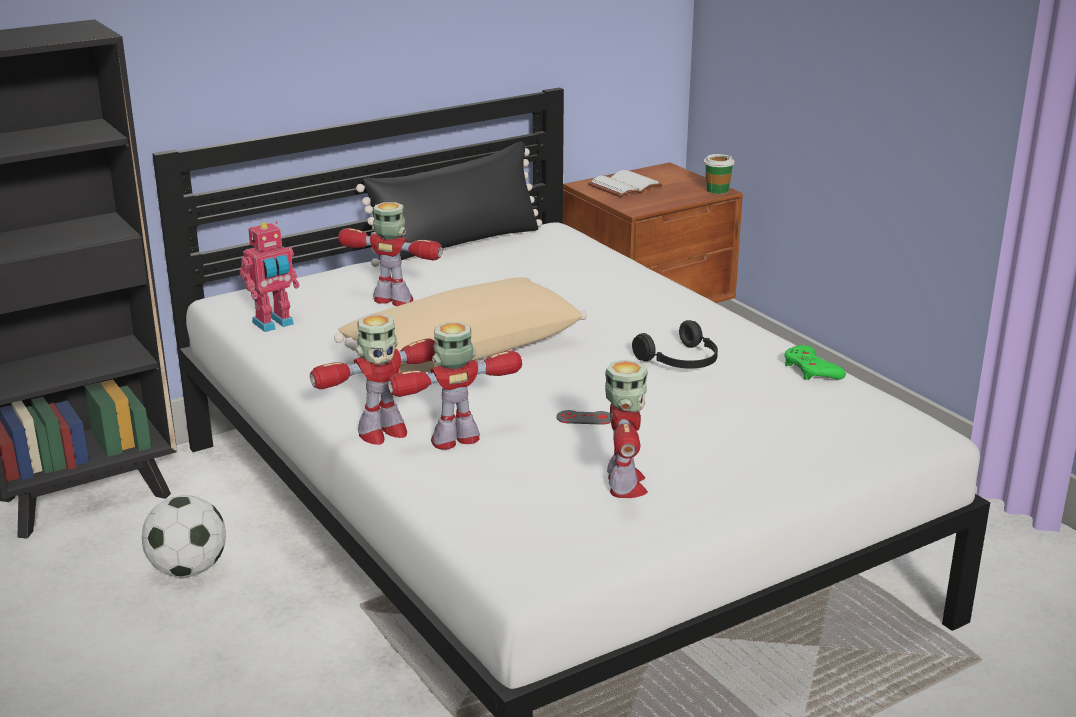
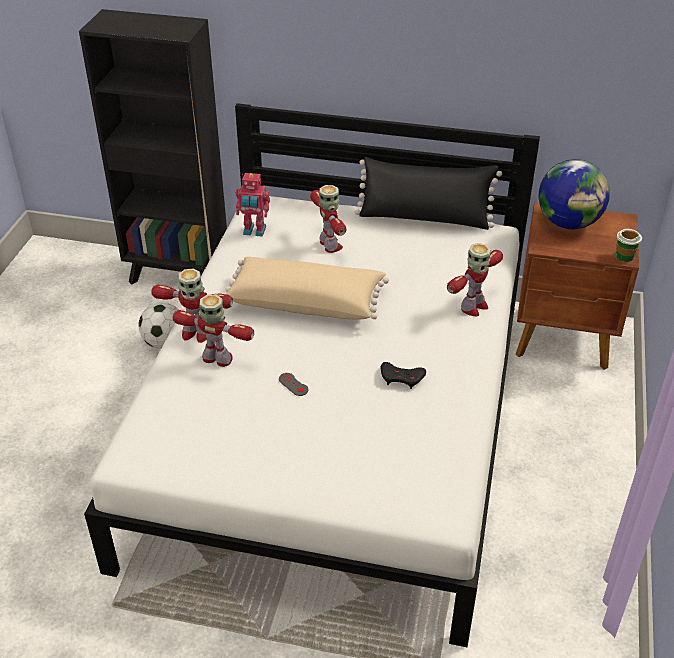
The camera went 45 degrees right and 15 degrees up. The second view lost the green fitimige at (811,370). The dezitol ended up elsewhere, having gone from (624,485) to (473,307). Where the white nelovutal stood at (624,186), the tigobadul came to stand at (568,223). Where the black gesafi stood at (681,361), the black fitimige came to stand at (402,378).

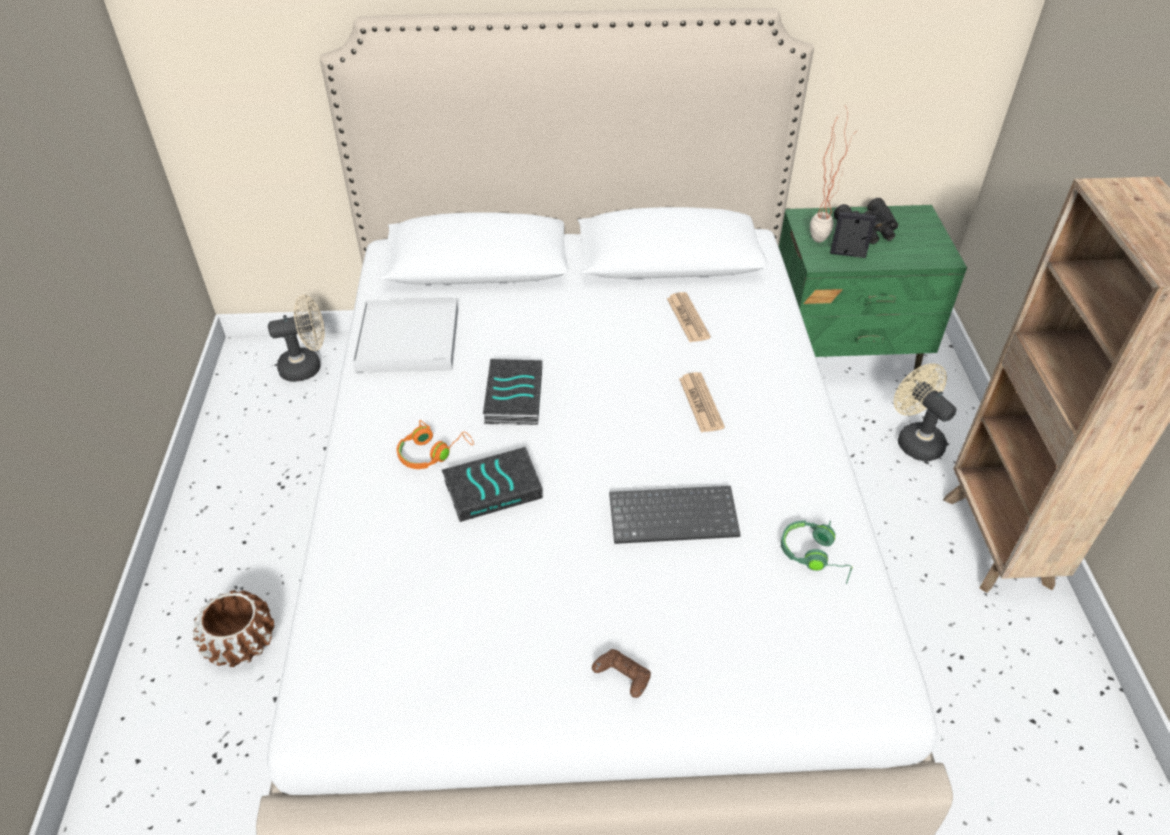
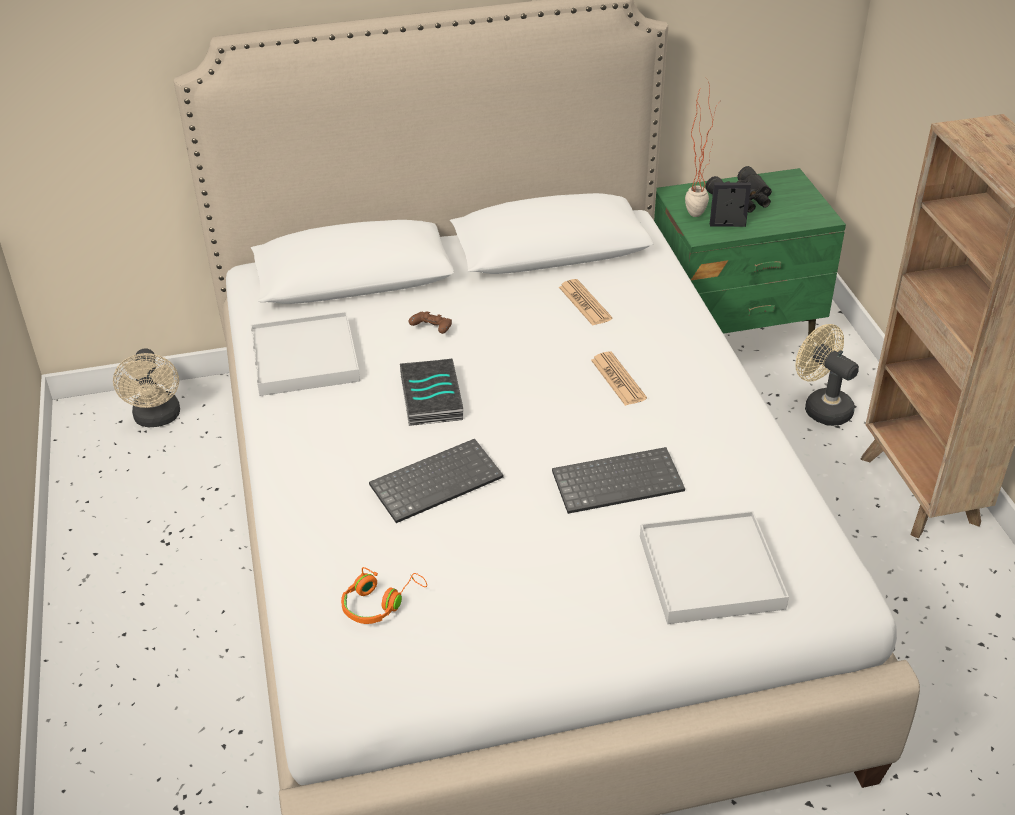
The camera went 10 degrees left and 5 degrees down. The second view lost the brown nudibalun at (241,642). The second view lost the green gesafi at (815,556). The second view gained the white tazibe at (710,572). The orange gesafi ended up elsewhere, having gone from (432,453) to (380,602). The brown fitimige ended up elsewhere, having gone from (622,678) to (432,330). Where the nelovutal stood at (493,487), the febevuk came to stand at (437,481). The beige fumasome at (307,366) ended up facing another way, 105 degrees clockwise from before.

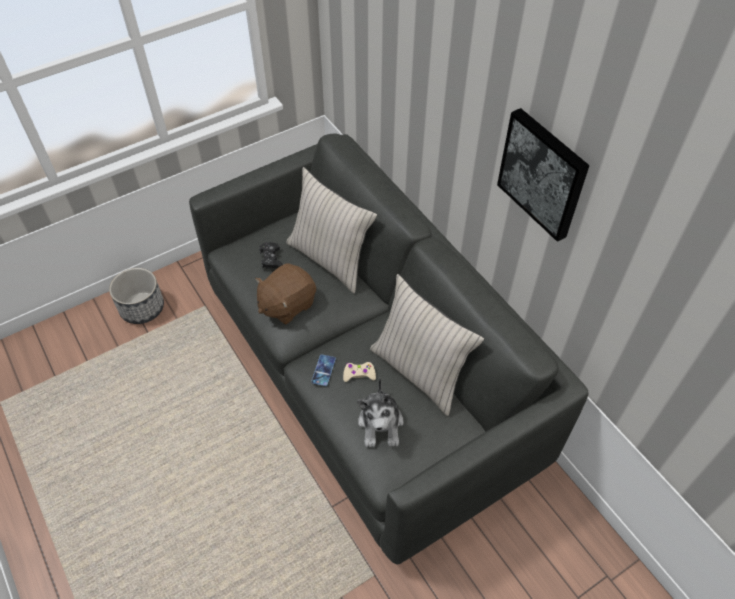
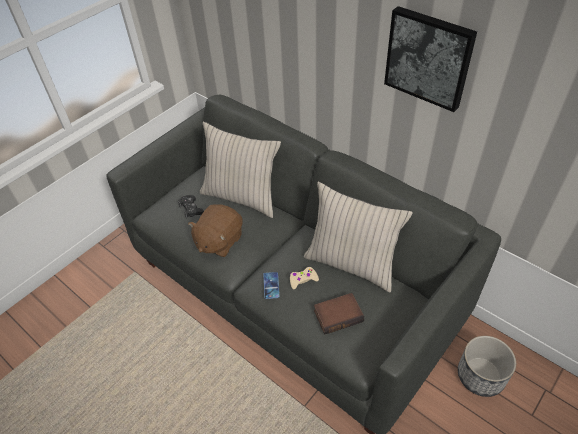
The camera went 15 degrees left and 5 degrees down. The nudibalun ended up elsewhere, having gone from (142,307) to (480,375). Where the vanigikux stood at (381,424), the nelovutal came to stand at (338,315).

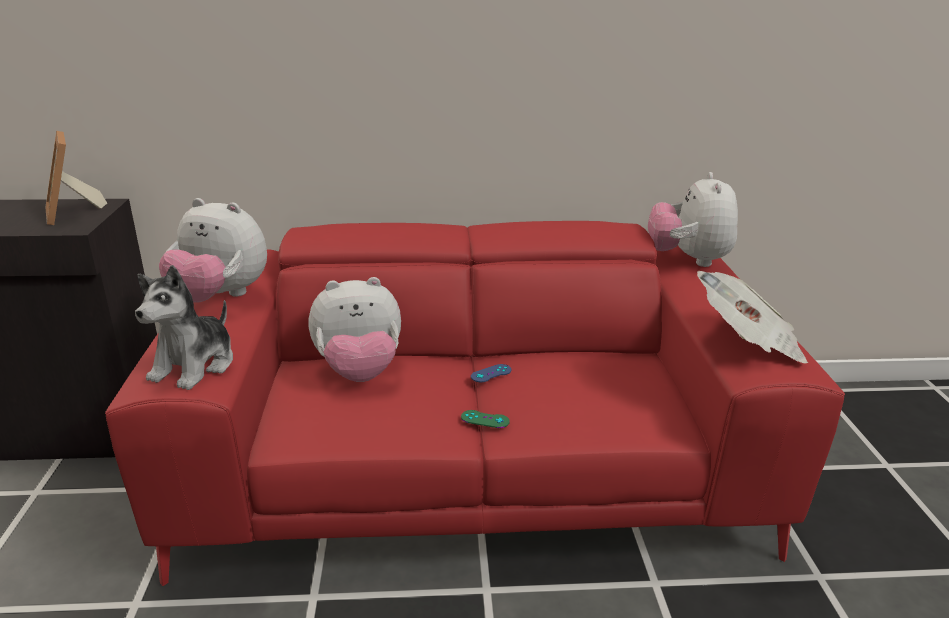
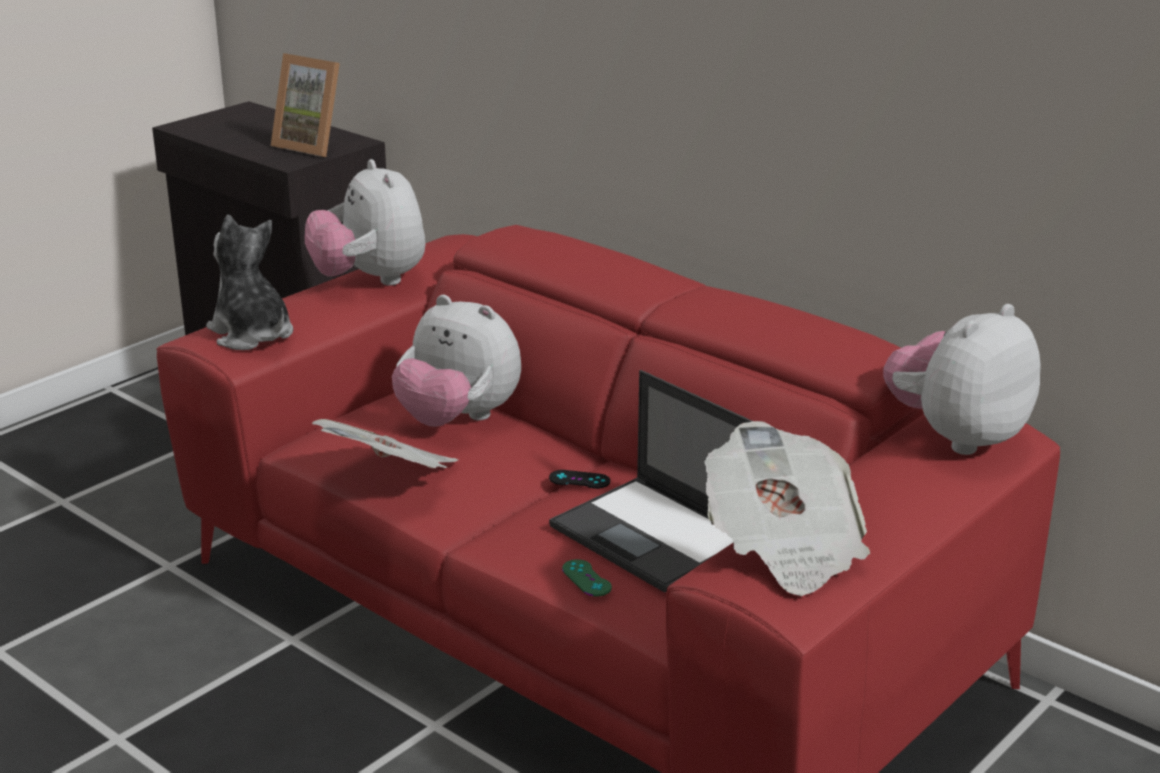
The camera went 45 degrees right and 0 degrees up. The second view gained the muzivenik at (390,478). The second view gained the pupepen at (655,535). The green fitimige ended up elsewhere, having gone from (485,419) to (586,578). What was the blue fitimige at (491,373) turned into the black fitimige at (579,480). The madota at (73,213) ended up facing another way, 75 degrees counterclockwise from before. The vanigikux at (195,366) ended up facing another way, 75 degrees clockwise from before.

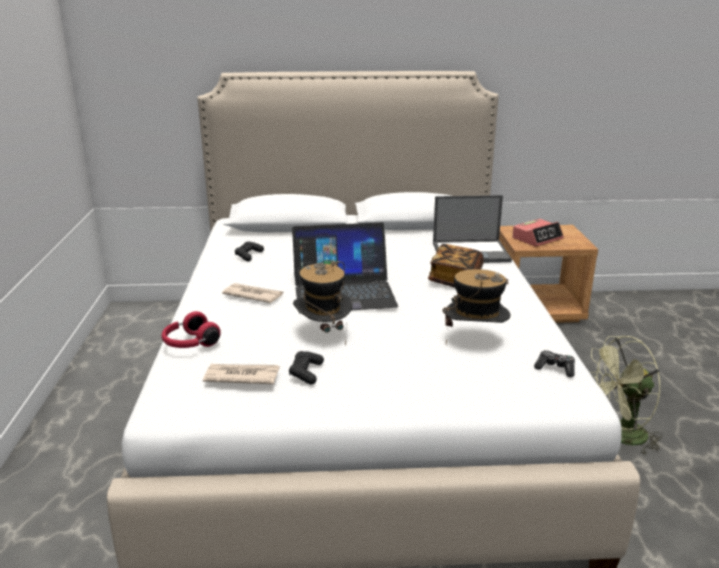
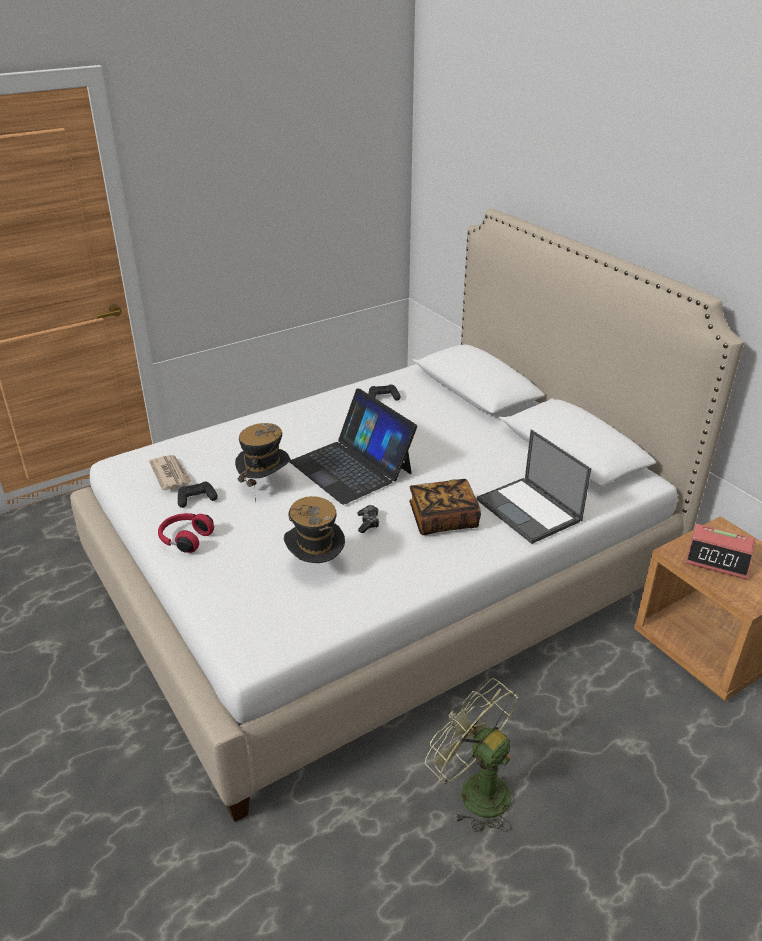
The camera went 60 degrees right and 10 degrees up. The second view lost the muzivenik at (253,295). The red gesafi ended up elsewhere, having gone from (190,343) to (185,539). The fitimige ended up elsewhere, having gone from (555,368) to (368,523).

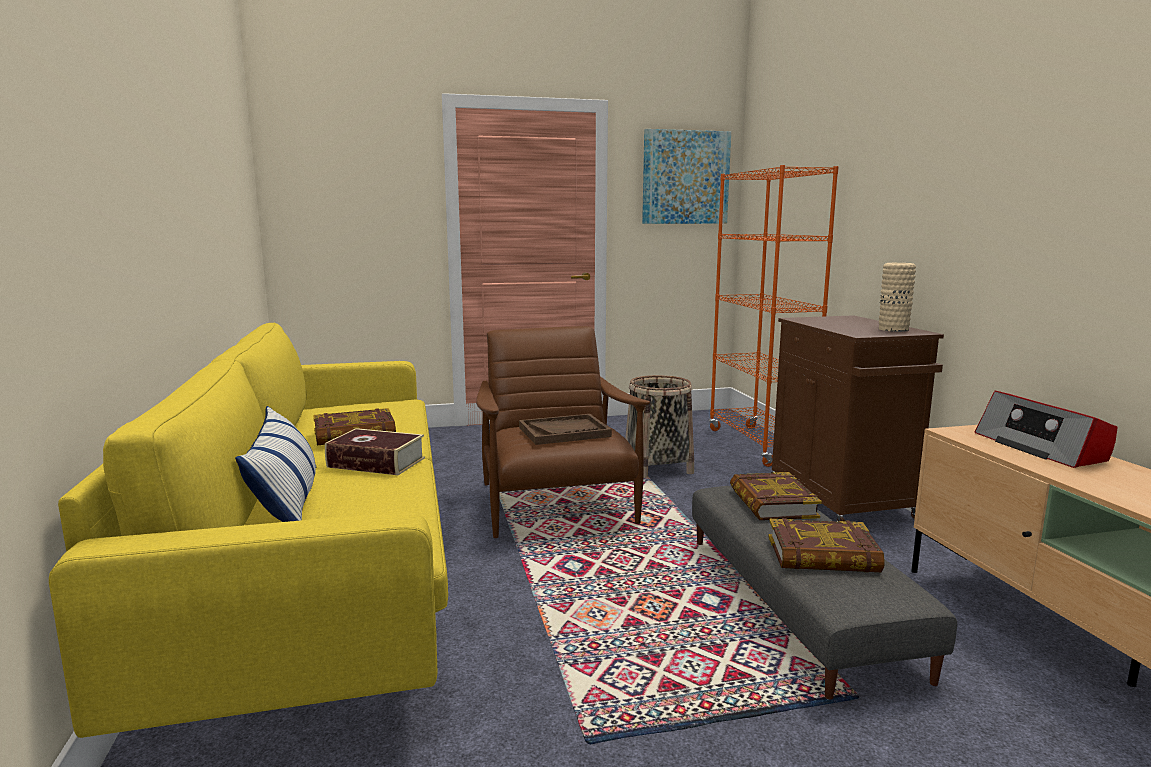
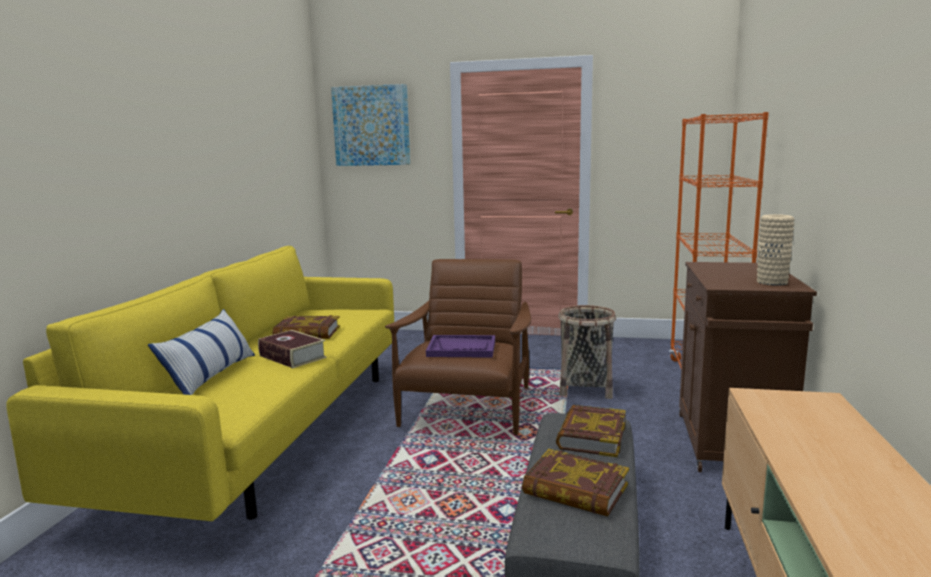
The camera went 25 degrees right and 0 degrees up. The second view lost the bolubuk at (1041,448). The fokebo ended up elsewhere, having gone from (685,177) to (371,126). What was the brown tazibe at (564,432) turned into the purple tazibe at (462,348).

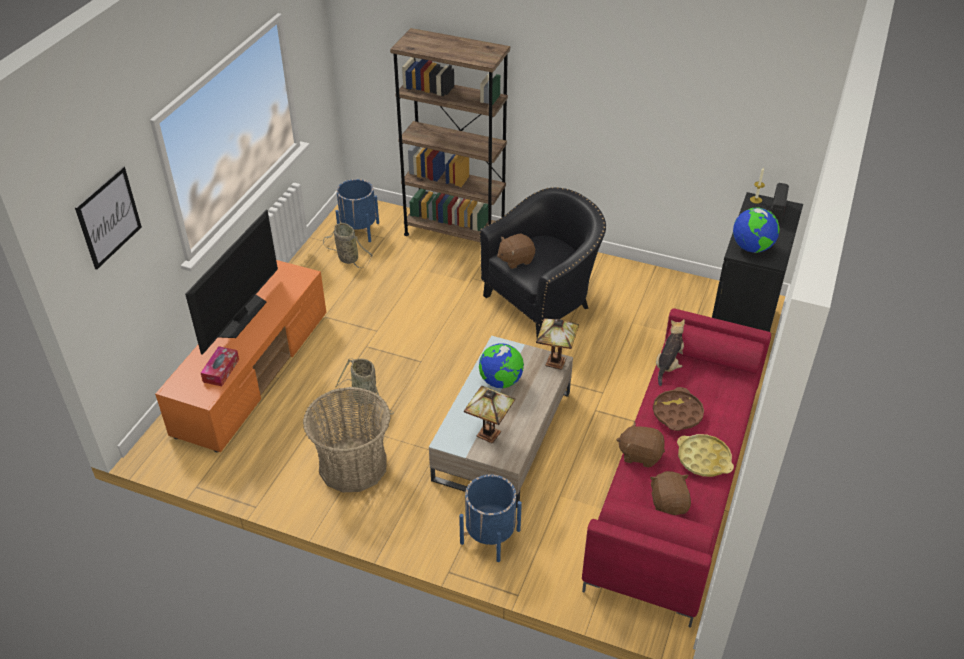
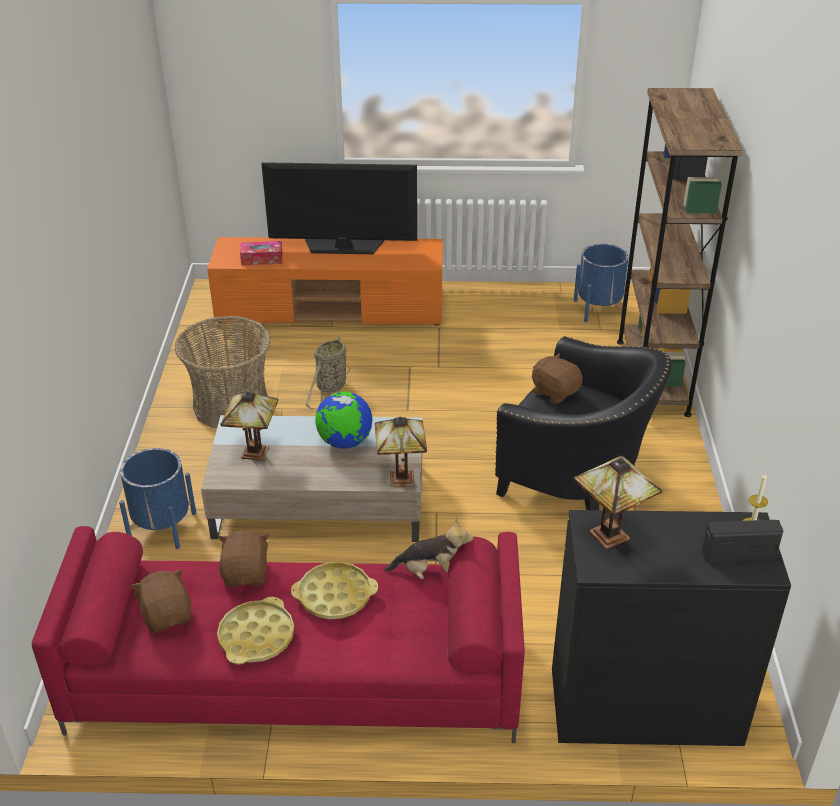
The camera went 70 degrees right and 5 degrees down. The second view lost the fokebo at (108,217). The second view lost the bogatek at (347,257). Where the tigobadul stood at (752,248), the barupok came to stand at (612,536). What was the brown tazibe at (677,413) turned into the yellow tazibe at (335,595). The brown vanigikux at (669,504) ended up facing another way, 90 degrees counterclockwise from before.

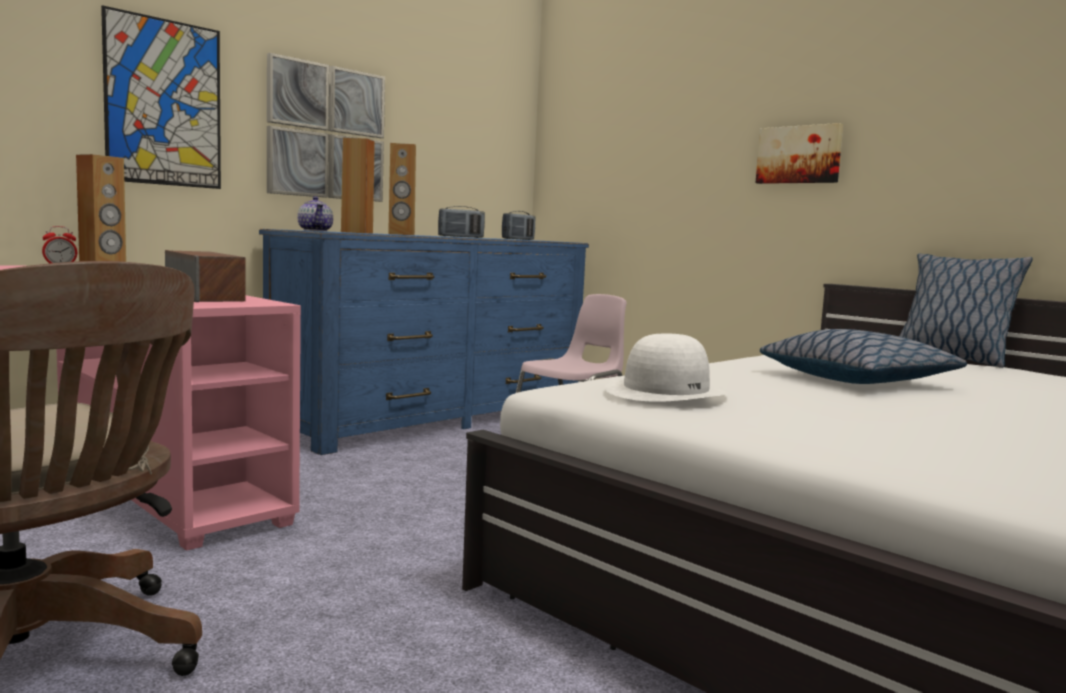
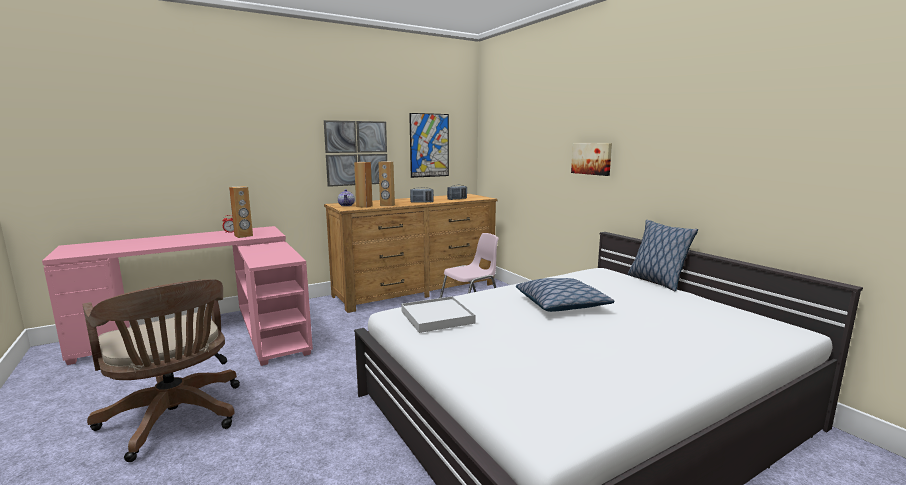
The camera went 15 degrees right and 5 degrees up. The second view lost the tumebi at (204,296). The fokebo ended up elsewhere, having gone from (164,103) to (429,145). Where the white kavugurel stood at (666,391), the white tazibe came to stand at (437,317). What was the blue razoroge at (435,418) turned into the brown razoroge at (416,290).

